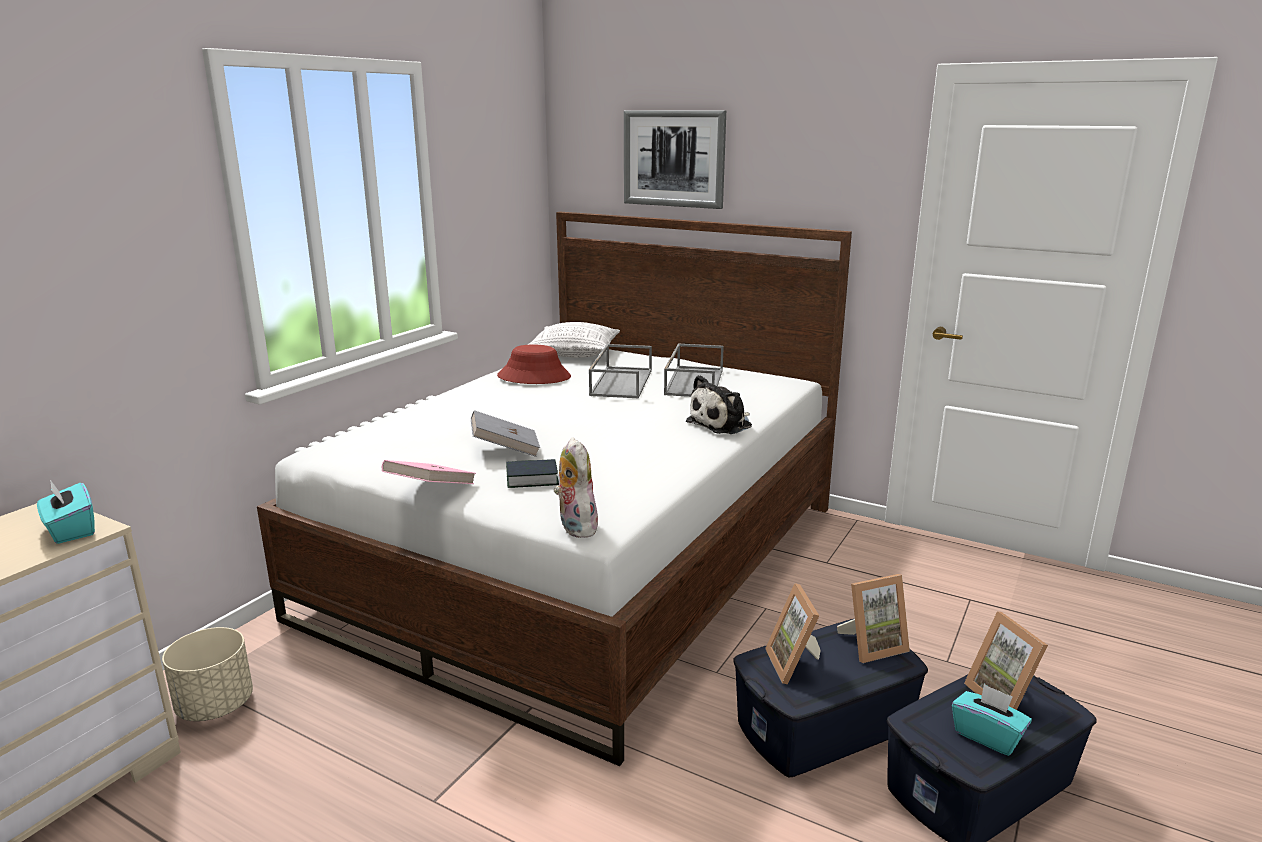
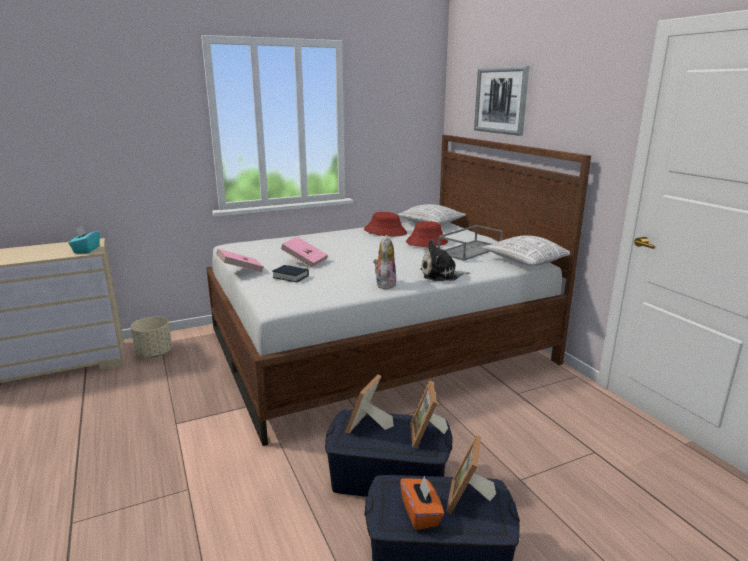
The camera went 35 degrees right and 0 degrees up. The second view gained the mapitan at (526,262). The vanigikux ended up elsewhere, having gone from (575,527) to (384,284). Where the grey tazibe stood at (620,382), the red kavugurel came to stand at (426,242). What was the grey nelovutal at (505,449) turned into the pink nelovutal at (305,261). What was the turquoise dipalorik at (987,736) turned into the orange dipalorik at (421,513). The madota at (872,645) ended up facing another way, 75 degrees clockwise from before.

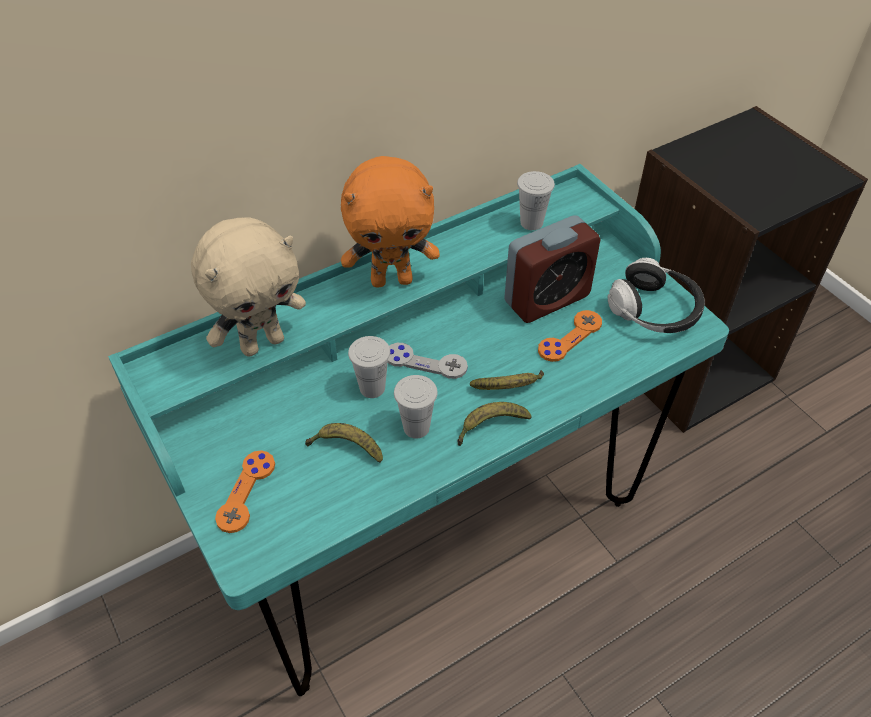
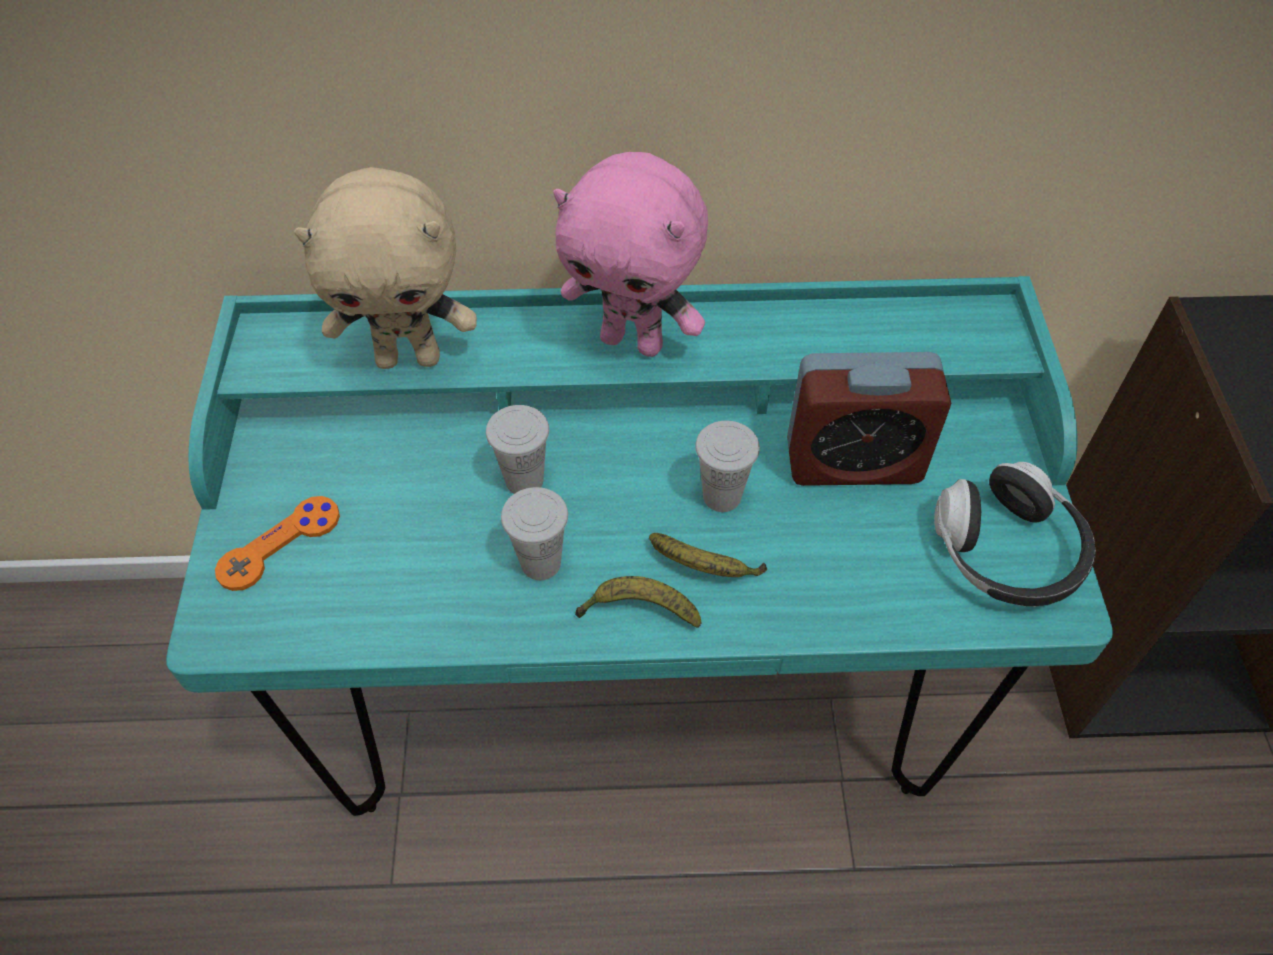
The camera went 30 degrees right and 5 degrees up. The second view lost the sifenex at (346,448). The second view lost the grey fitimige at (425,362). The second view lost the orange fitimige at (570,337). The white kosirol ended up elsewhere, having gone from (531,222) to (722,496). What was the orange vanigikux at (392,280) turned into the pink vanigikux at (633,341).

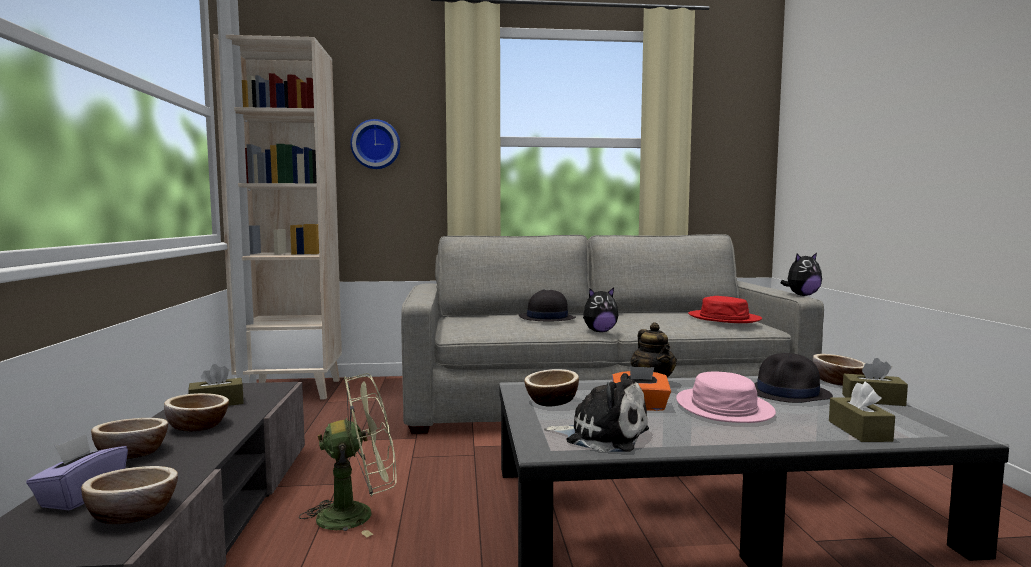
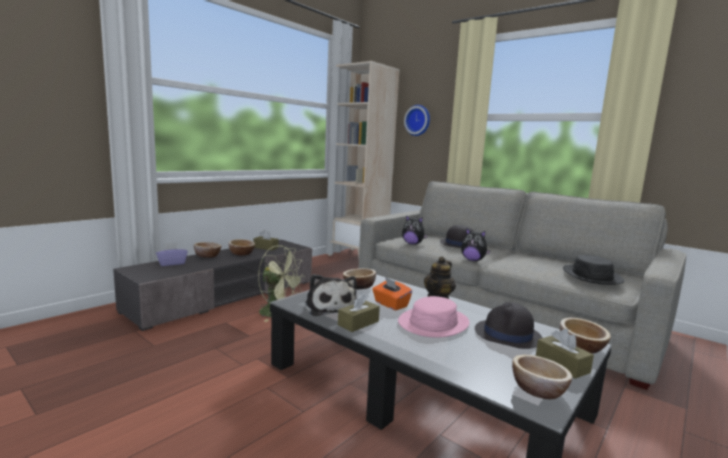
The camera went 45 degrees right and 5 degrees up. The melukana ended up elsewhere, having gone from (133,514) to (538,390). The vanigikux ended up elsewhere, having gone from (802,295) to (413,244). The brown dipalorik ended up elsewhere, having gone from (859,431) to (358,323). What was the red kavugurel at (724,318) turned into the black kavugurel at (592,276).

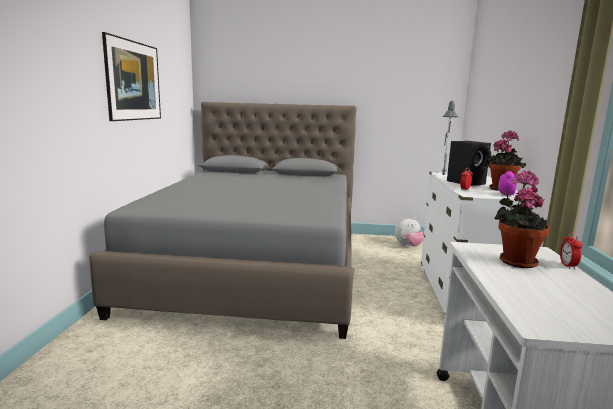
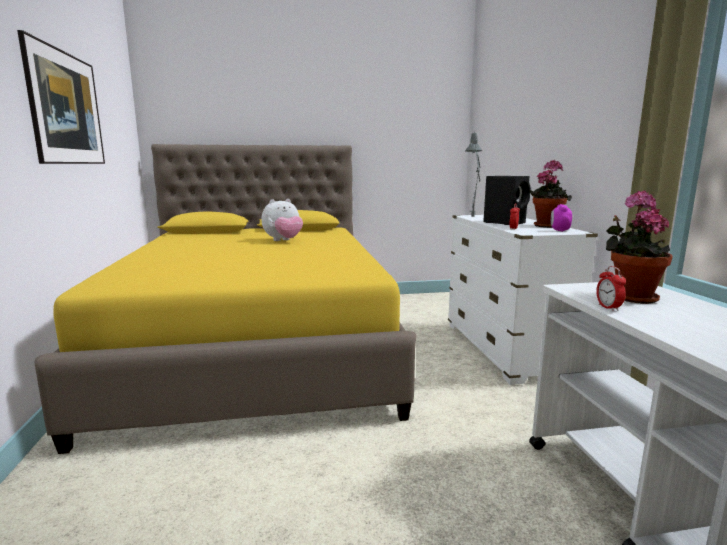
The camera went 15 degrees left and 0 degrees up. The vanigikux ended up elsewhere, having gone from (408,246) to (283,241). The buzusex ended up elsewhere, having gone from (568,266) to (608,308). What was the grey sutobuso at (256,265) turned into the yellow sutobuso at (257,347).

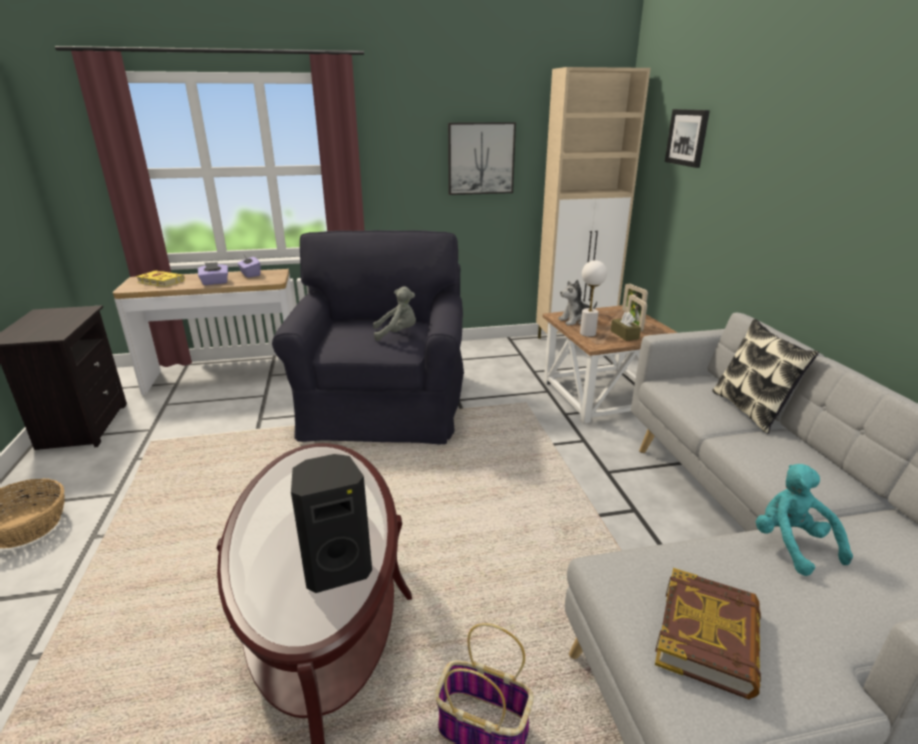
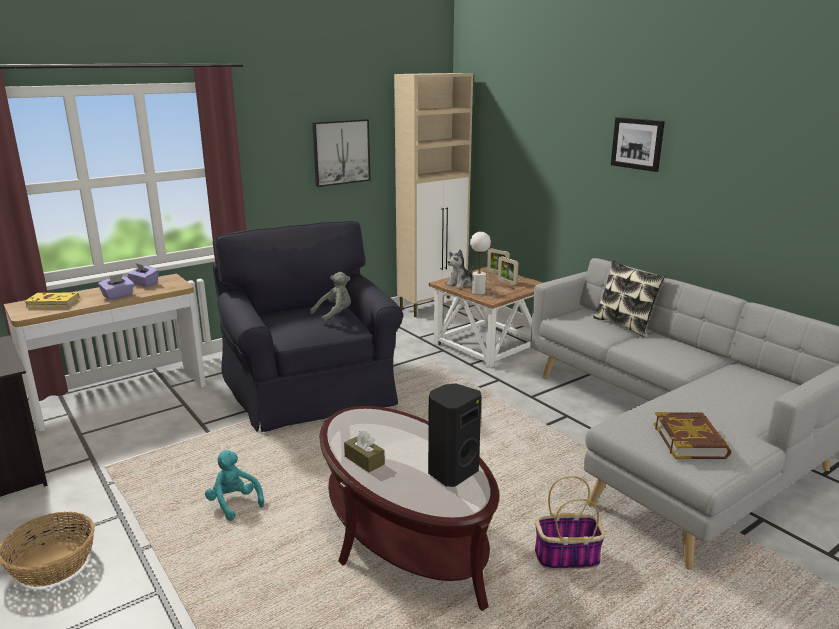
The camera went 25 degrees left and 5 degrees down. The brown dipalorik ended up elsewhere, having gone from (624,335) to (364,460). The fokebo ended up elsewhere, having gone from (687,137) to (637,143). The turquoise vanigikux ended up elsewhere, having gone from (791,544) to (234,503).

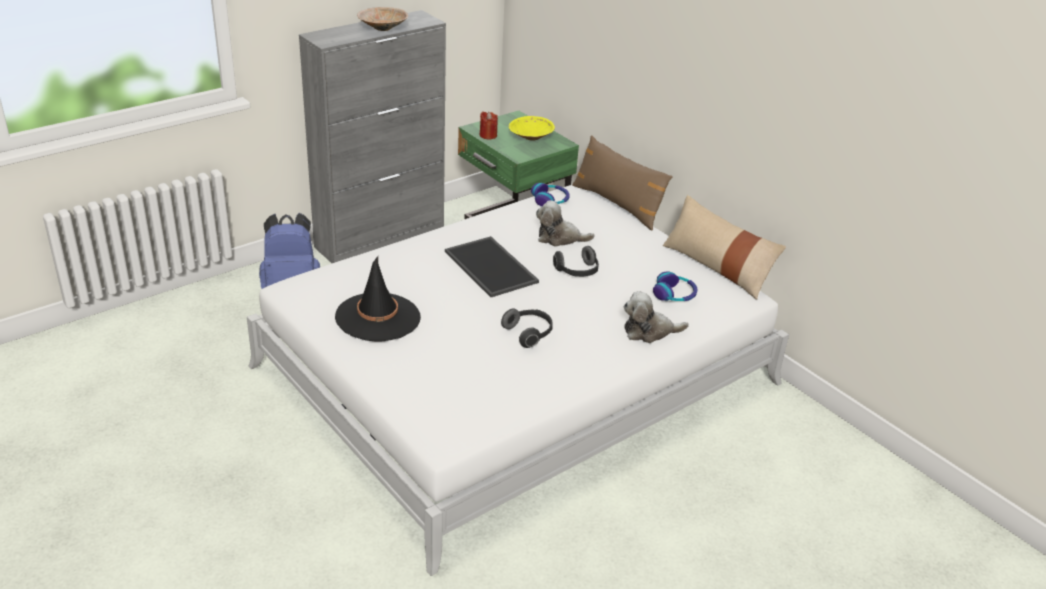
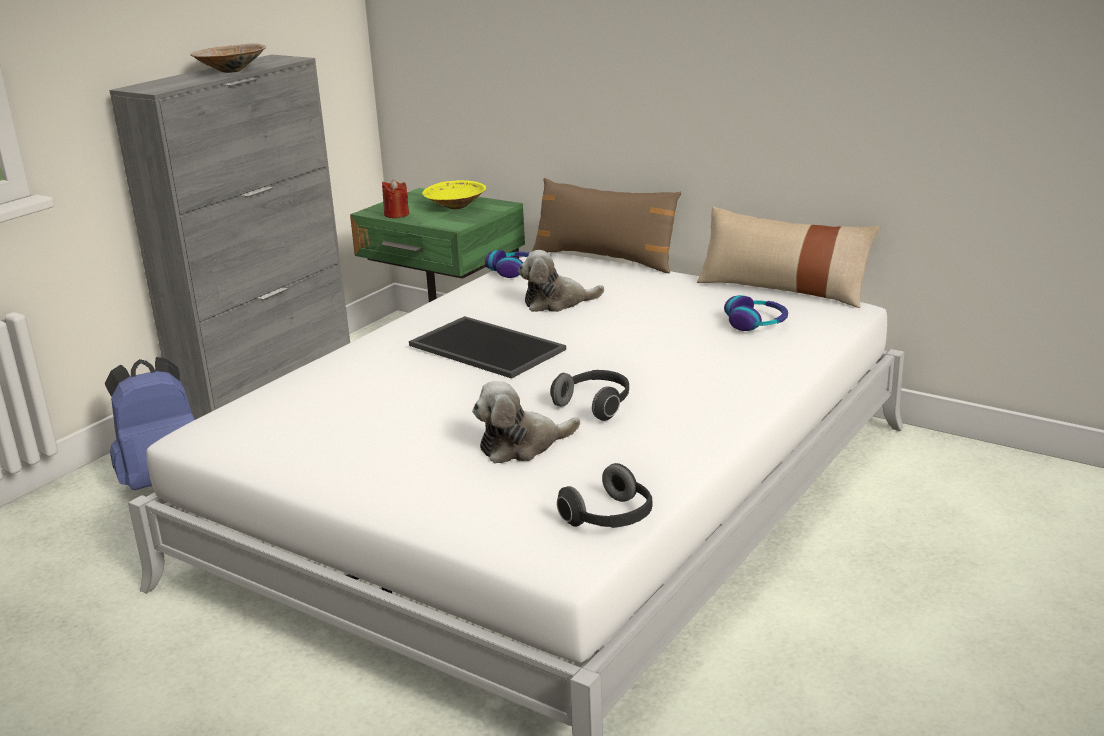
The camera went 15 degrees left and 10 degrees down. The second view lost the black kavugurel at (378,317). The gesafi ended up elsewhere, having gone from (577,272) to (611,519). The vanigikux ended up elsewhere, having gone from (649,331) to (522,446).

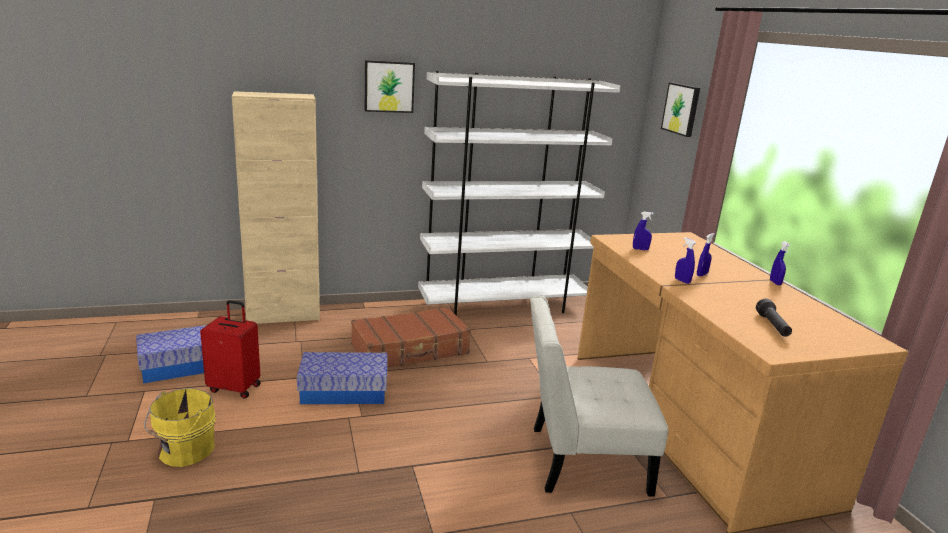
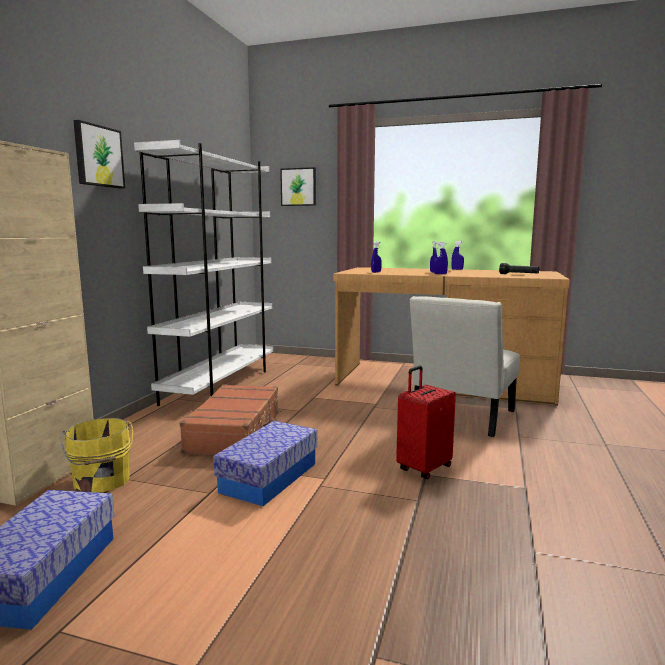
The camera went 55 degrees left and 10 degrees down. The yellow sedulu ended up elsewhere, having gone from (184,451) to (102,481). The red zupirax ended up elsewhere, having gone from (235,387) to (423,468).

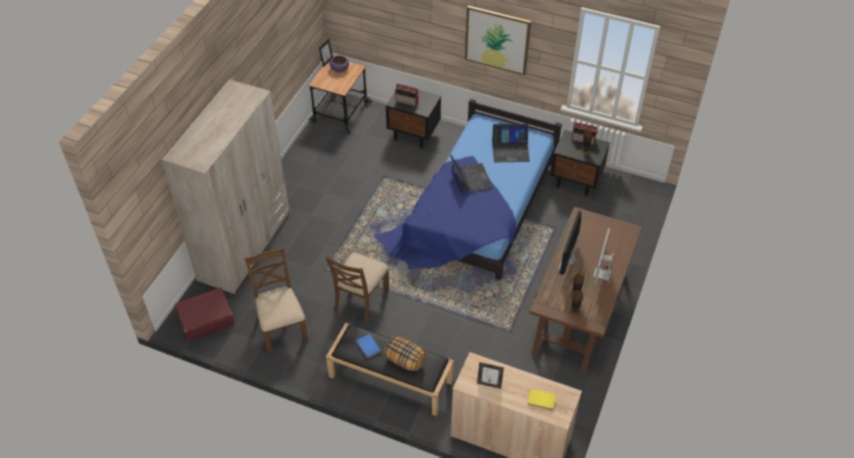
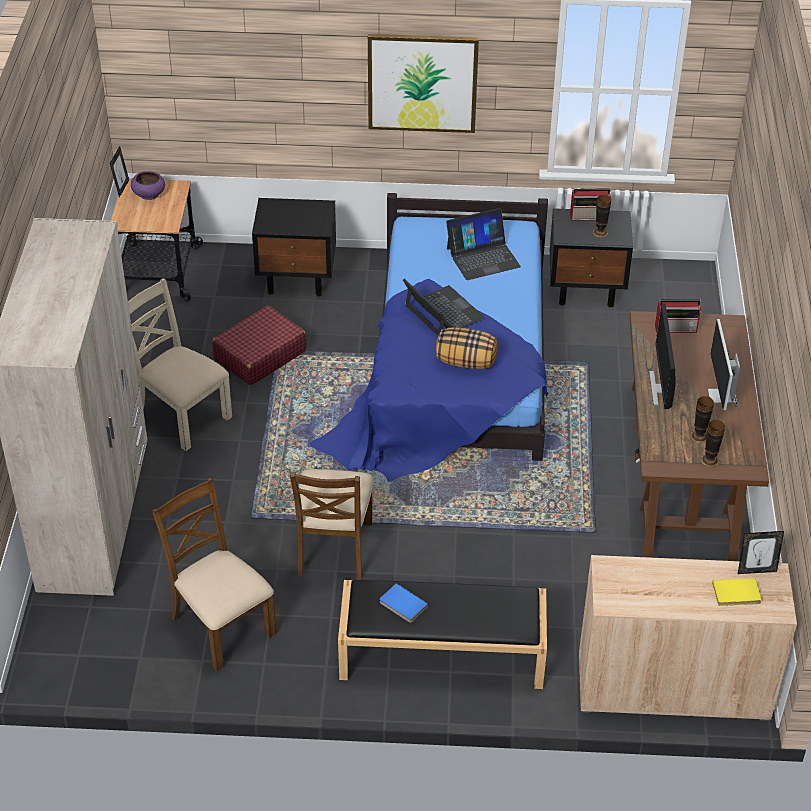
The camera went 20 degrees left and 5 degrees down. The second view gained the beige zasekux at (182,415). The red zupirax ended up elsewhere, having gone from (206,319) to (259,355). The mapitan ended up elsewhere, having gone from (405,360) to (466,362). The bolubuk ended up elsewhere, having gone from (407,101) to (676,328). The madota ended up elsewhere, having gone from (489,384) to (756,570).

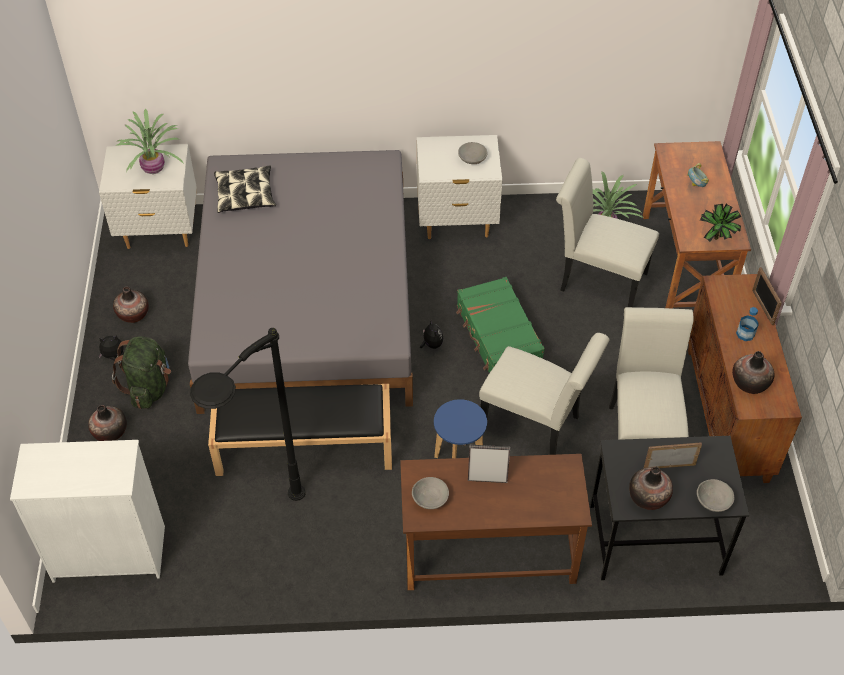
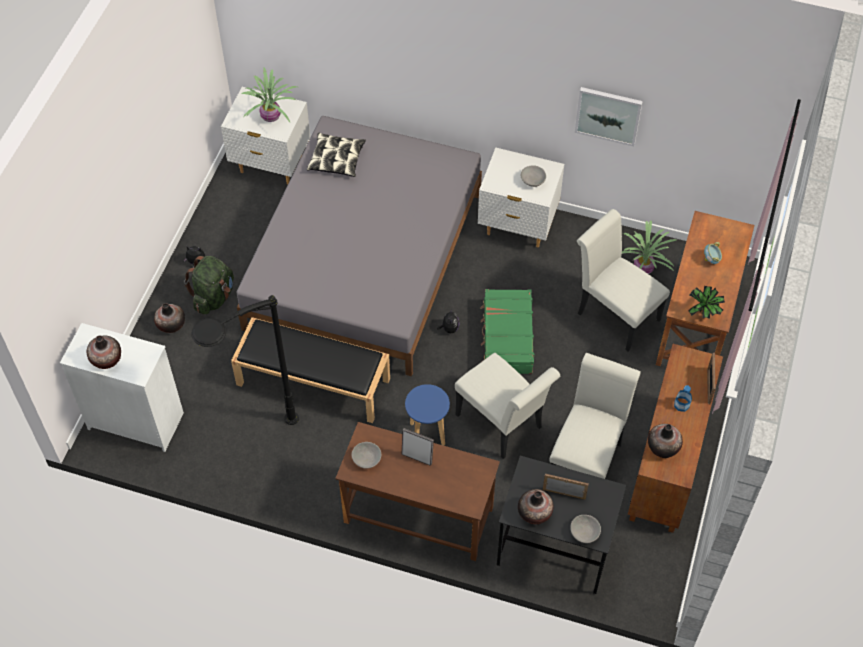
The camera went 20 degrees right and 5 degrees up. The second view gained the fokebo at (608,115). The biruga ended up elsewhere, having gone from (133,314) to (106,359).

